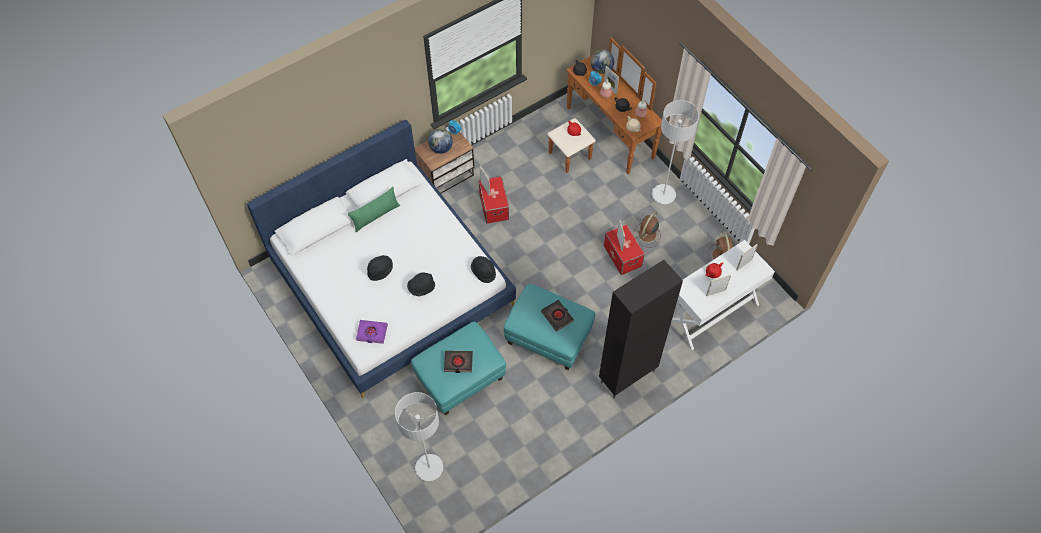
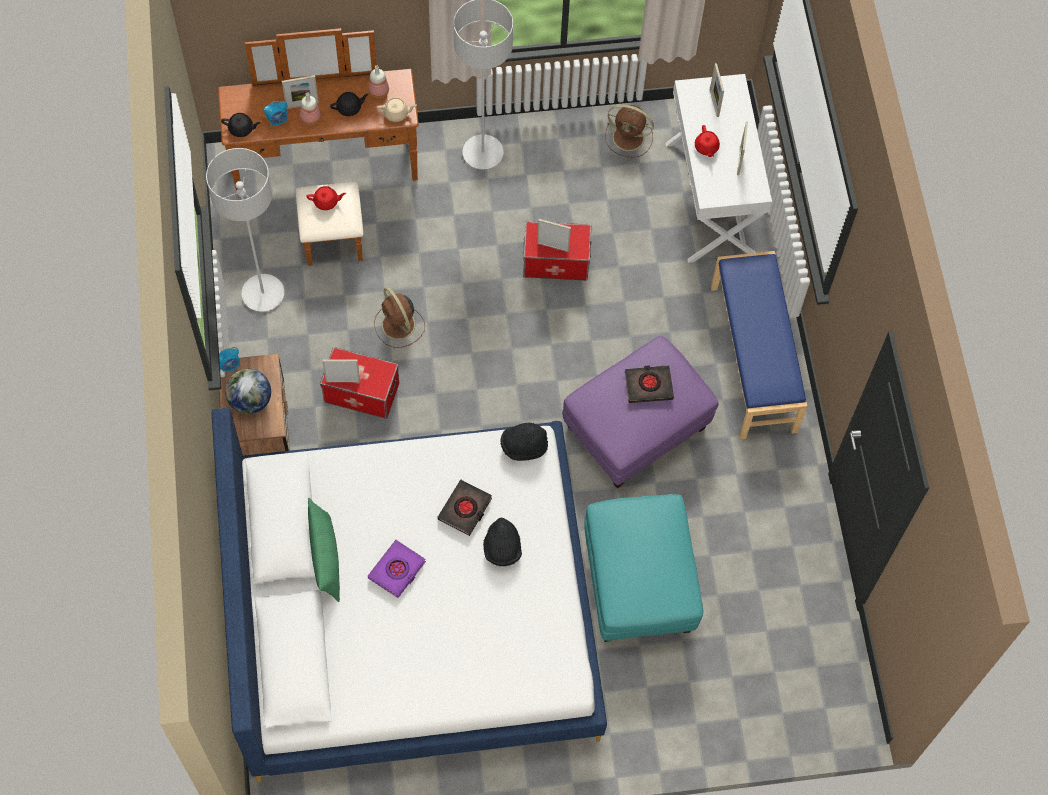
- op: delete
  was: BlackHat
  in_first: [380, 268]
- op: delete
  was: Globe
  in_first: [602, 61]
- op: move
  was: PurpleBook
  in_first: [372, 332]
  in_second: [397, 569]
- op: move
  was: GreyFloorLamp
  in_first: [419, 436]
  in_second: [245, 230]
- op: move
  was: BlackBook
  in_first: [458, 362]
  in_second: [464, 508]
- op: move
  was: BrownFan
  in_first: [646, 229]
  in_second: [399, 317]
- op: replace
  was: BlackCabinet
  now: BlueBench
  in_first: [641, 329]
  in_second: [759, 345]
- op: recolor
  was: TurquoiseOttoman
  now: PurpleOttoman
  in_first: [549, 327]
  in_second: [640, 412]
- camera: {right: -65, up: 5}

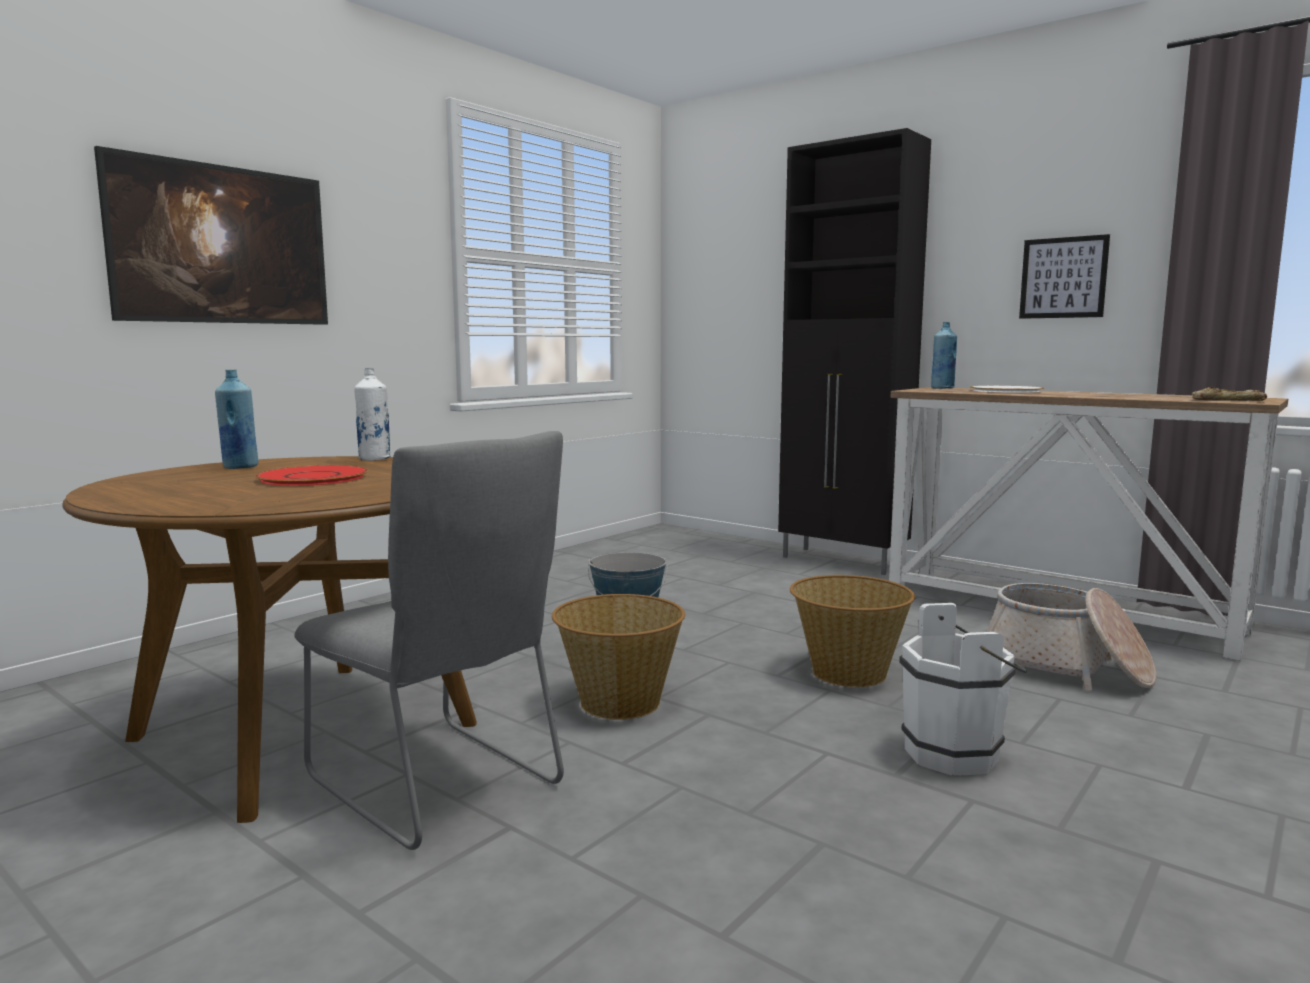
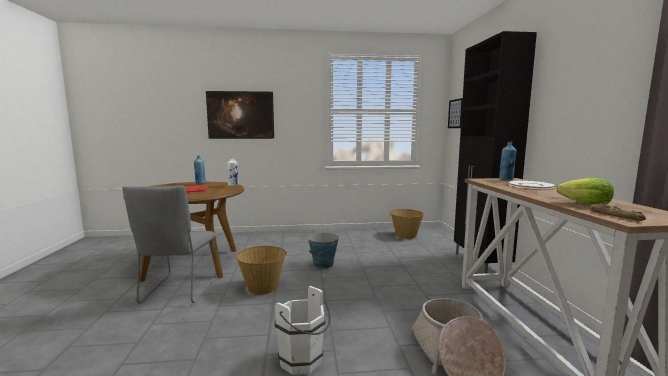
- op: insert
  now: Lettuce
  in_second: [585, 191]
- op: move
  was: Basket
  in_first: [852, 631]
  in_second: [407, 224]
- op: move
  was: Picture
  in_first: [1064, 276]
  in_second: [455, 113]
- camera: {right: 45, up: 0}

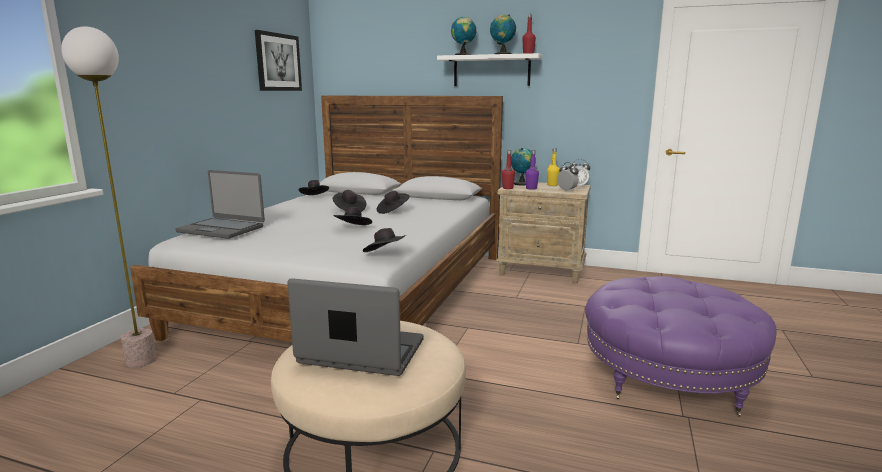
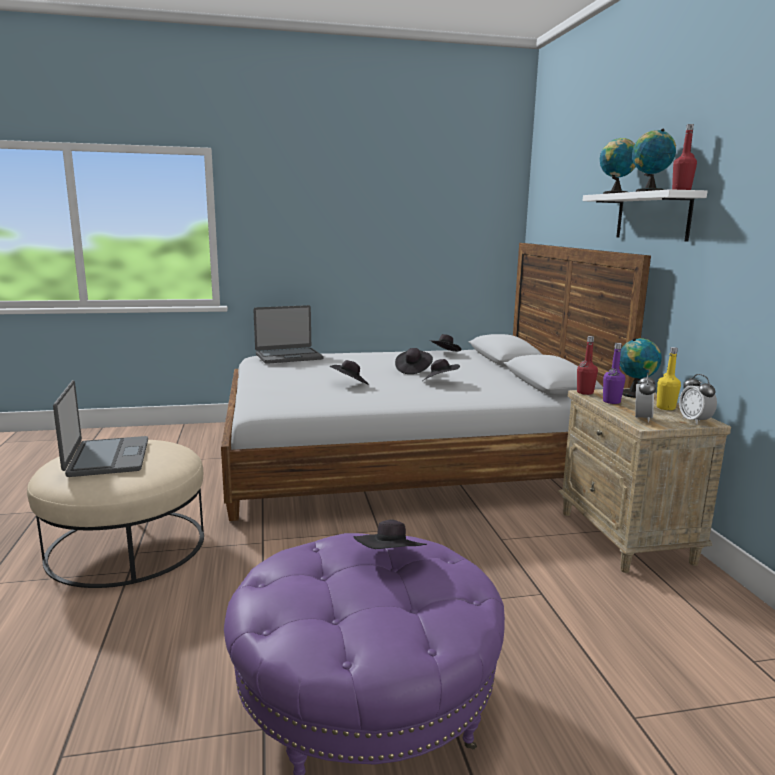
- op: delete
  was: FloorLamp
  in_first: [108, 197]
- op: delete
  was: Picture
  in_first: [278, 60]
- op: move
  was: BlackHat
  in_first: [384, 240]
  in_second: [390, 534]
- op: rotate
  was: Laptop
  in_first: [220, 204]
  in_second: [288, 334]
  clockwise: -105
- camera: {right: 60, up: 0}

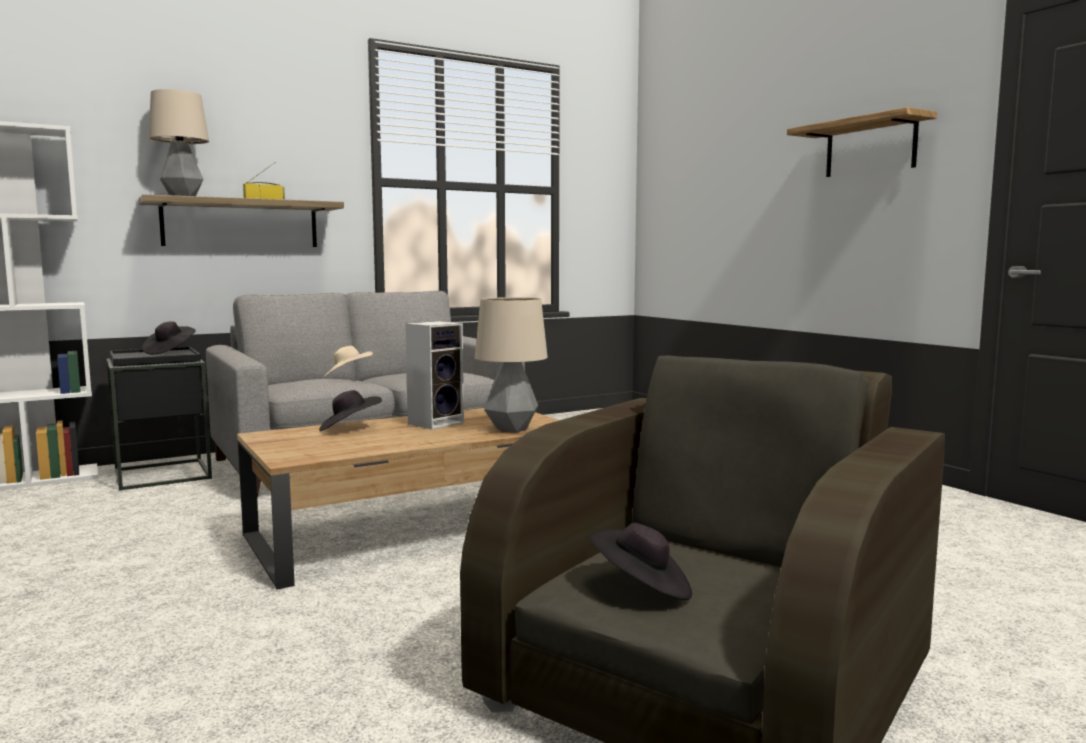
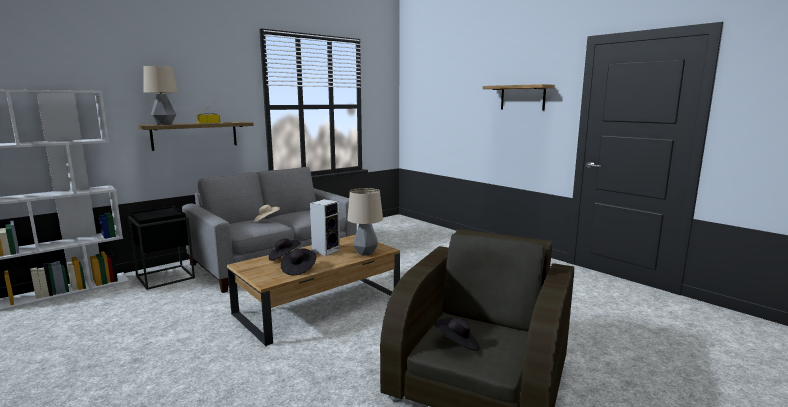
- op: move
  was: BlackHat
  in_first: [169, 337]
  in_second: [298, 261]
- camera: {right: -10, up: 5}

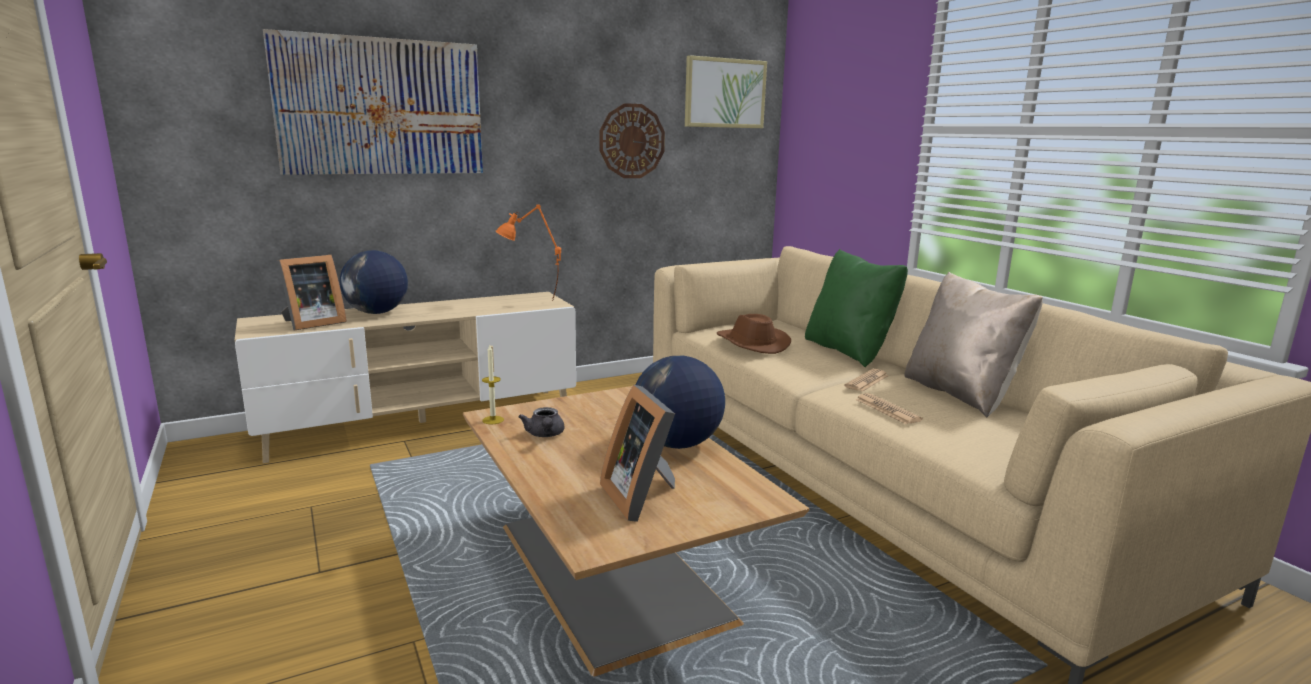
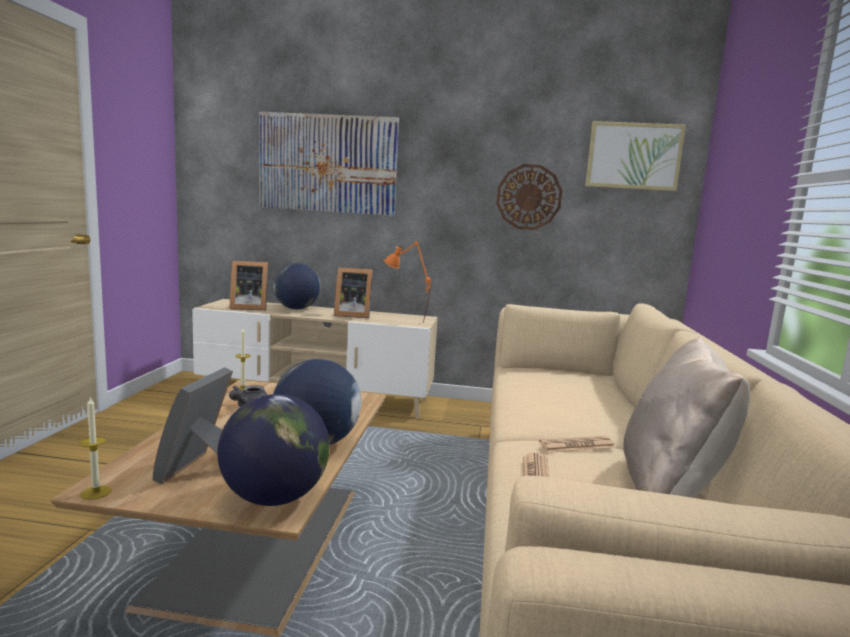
- op: delete
  was: BrownHat
  in_first: [754, 334]
- op: delete
  was: GreenPillow
  in_first: [856, 308]
- op: insert
  now: Candle
  in_second: [95, 448]
- op: insert
  now: Globe
  in_second: [273, 450]
- op: insert
  now: PictureFrame
  in_second: [353, 292]
- camera: {right: 35, up: -5}

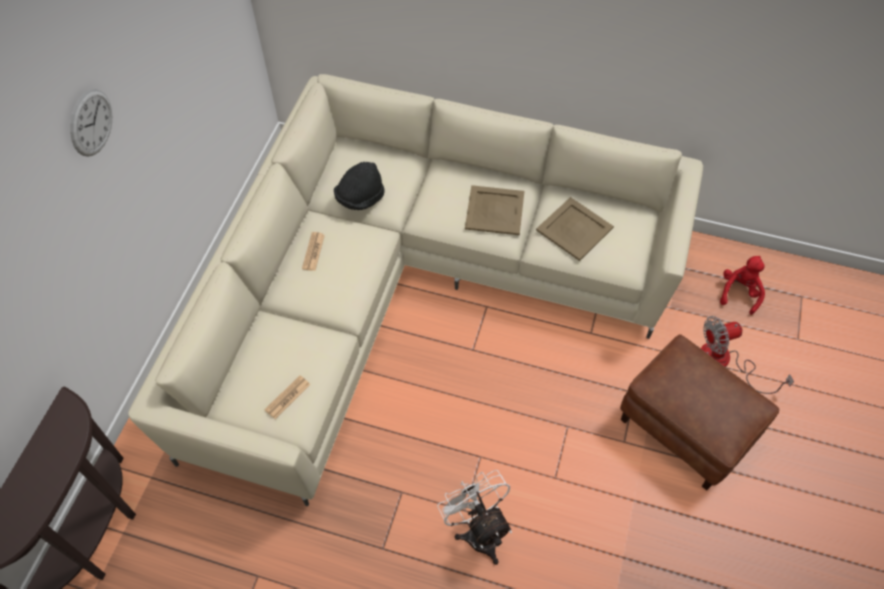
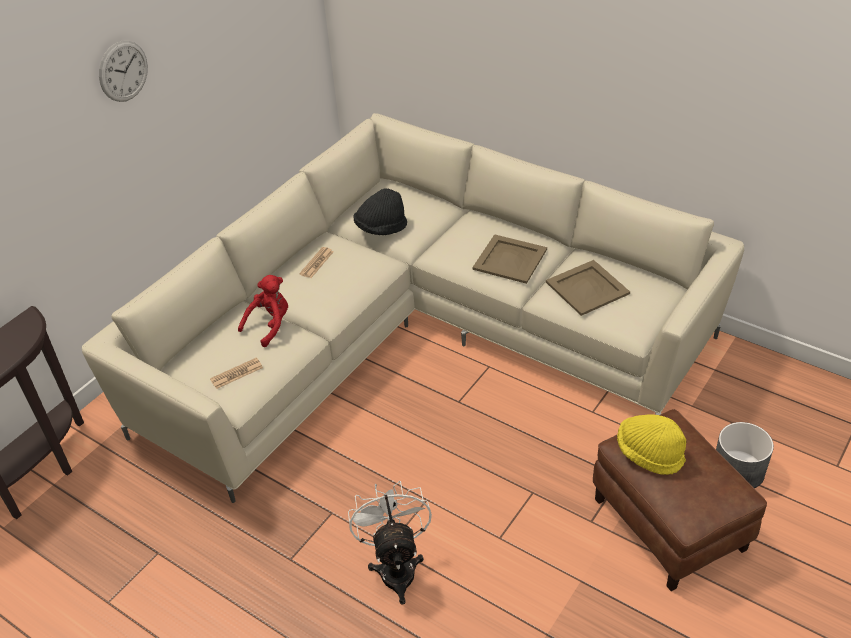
- op: insert
  now: YellowHat
  in_second: [651, 444]
- op: move
  was: RedPlushToy
  in_first: [742, 285]
  in_second: [263, 311]
- op: replace
  was: Fan
  now: GreyPlanter
  in_first: [747, 355]
  in_second: [745, 455]
- camera: {right: 20, up: -15}

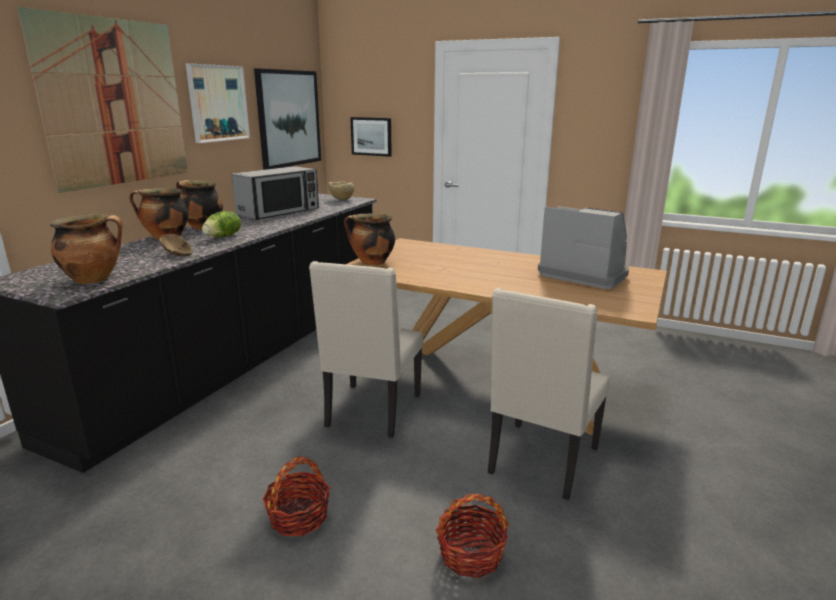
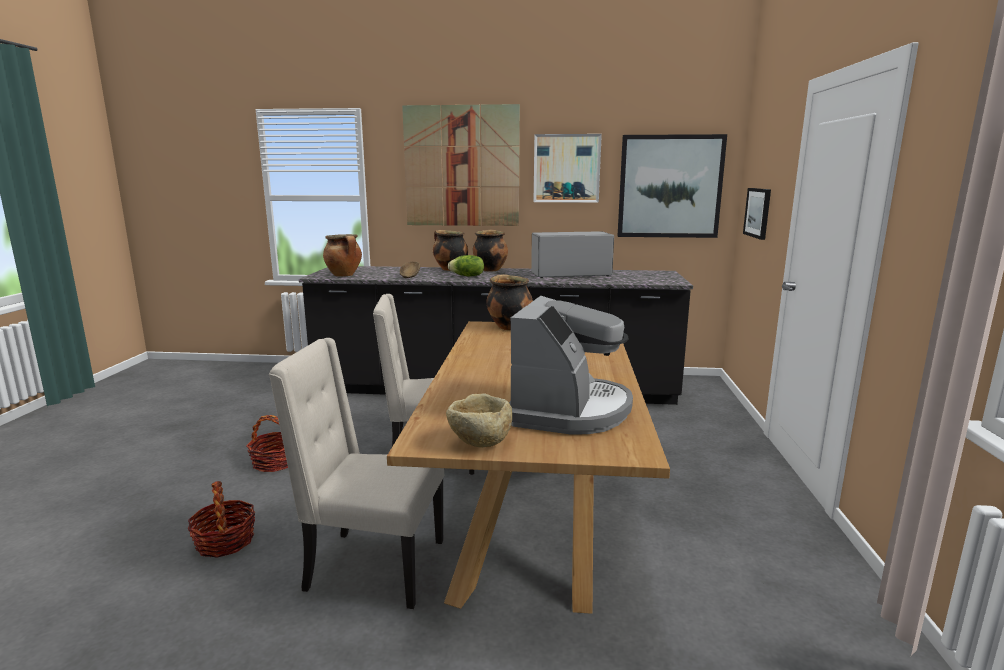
- op: move
  was: BeigeBowl
  in_first: [341, 190]
  in_second: [479, 421]
- op: rotate
  was: Microwave
  in_first: [275, 193]
  in_second: [572, 254]
  clockwise: 150
- camera: {right: 70, up: -5}

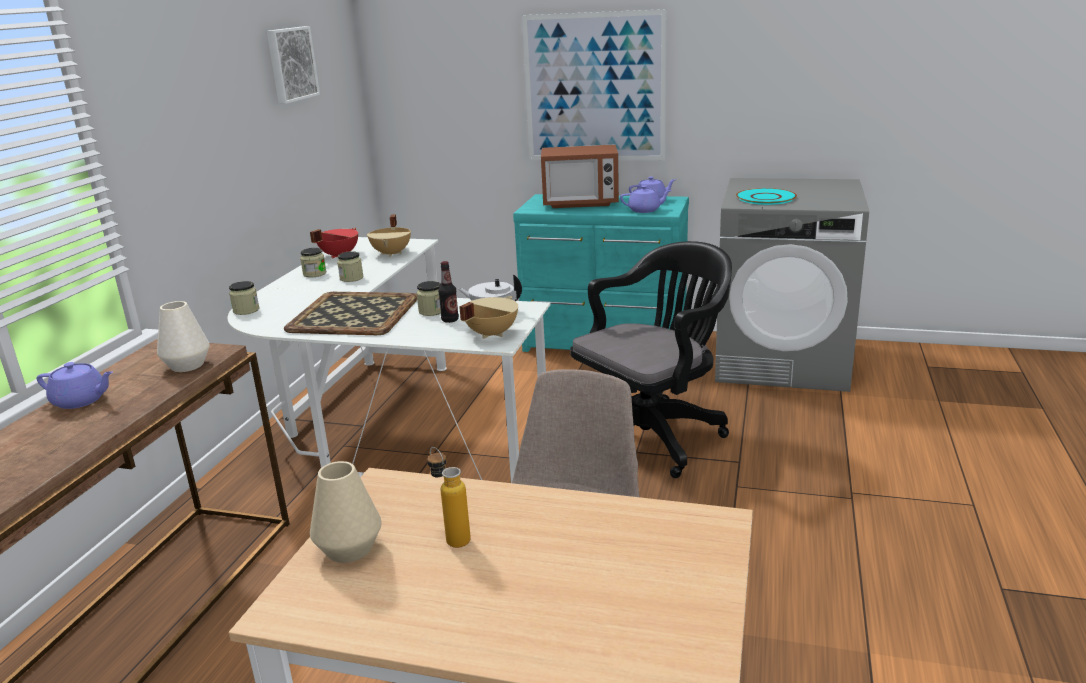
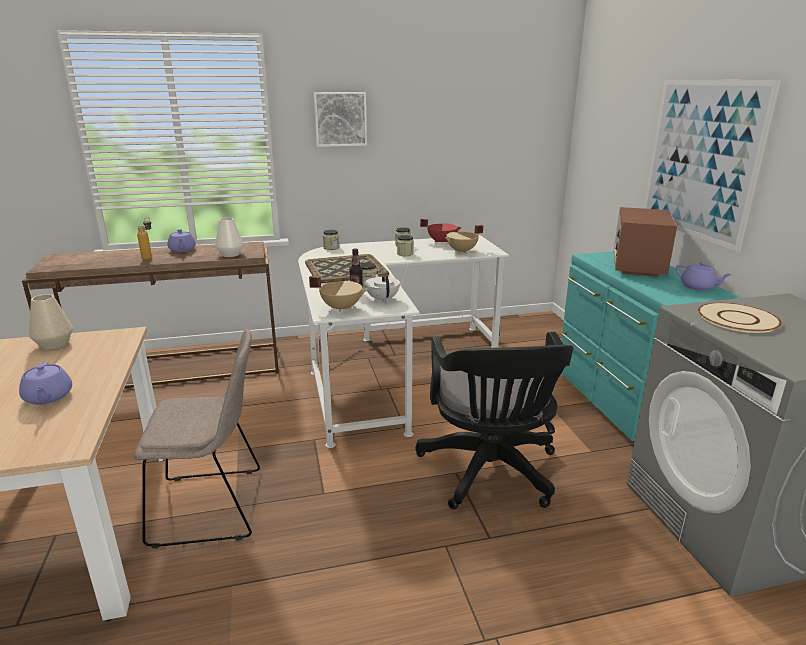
- op: move
  was: Picture
  in_first: [293, 65]
  in_second: [340, 119]
- op: move
  was: Bottle
  in_first: [449, 497]
  in_second: [144, 238]
- op: move
  was: PurpleTeapot
  in_first: [646, 199]
  in_second: [45, 383]
- op: recolor
  was: TurquoisePlate
  now: BeigePlate
  in_first: [766, 196]
  in_second: [740, 317]
- op: rotate
  was: Microwave
  in_first: [580, 176]
  in_second: [645, 242]
  clockwise: 45
- op: rotate
  was: BlackOfficeChair
  in_first: [651, 359]
  in_second: [494, 420]
  clockwise: 60
- camera: {right: 60, up: 0}

